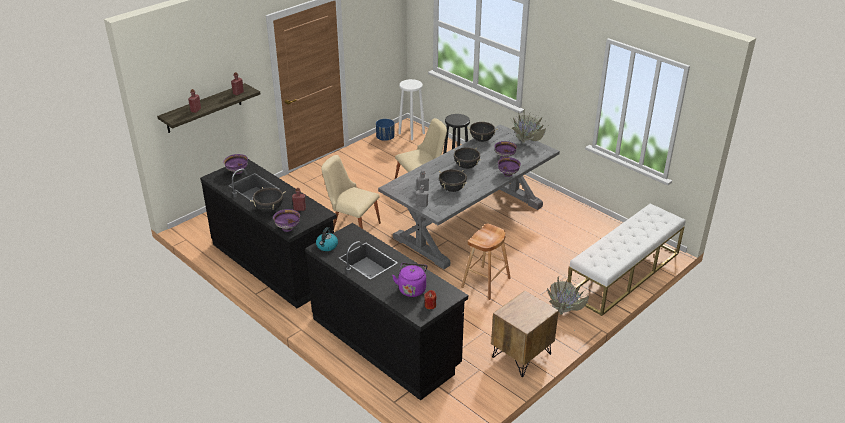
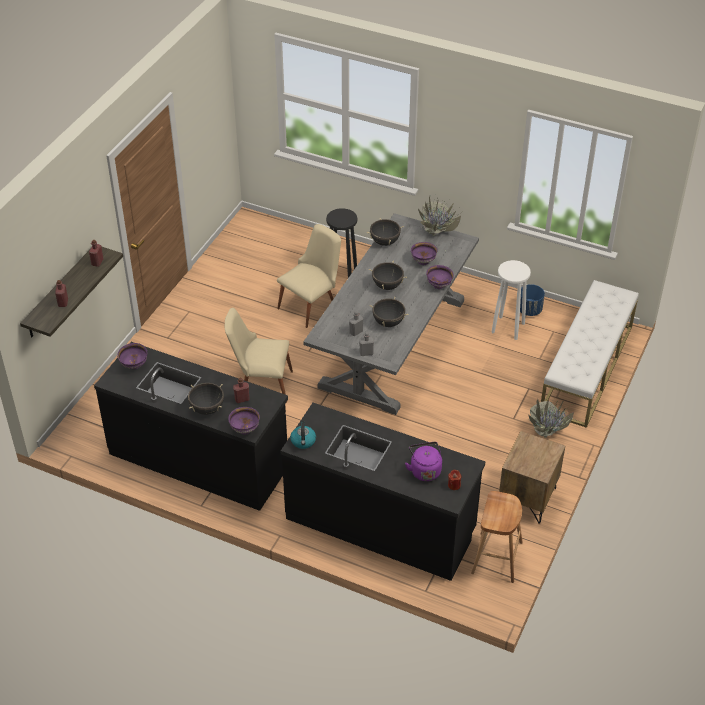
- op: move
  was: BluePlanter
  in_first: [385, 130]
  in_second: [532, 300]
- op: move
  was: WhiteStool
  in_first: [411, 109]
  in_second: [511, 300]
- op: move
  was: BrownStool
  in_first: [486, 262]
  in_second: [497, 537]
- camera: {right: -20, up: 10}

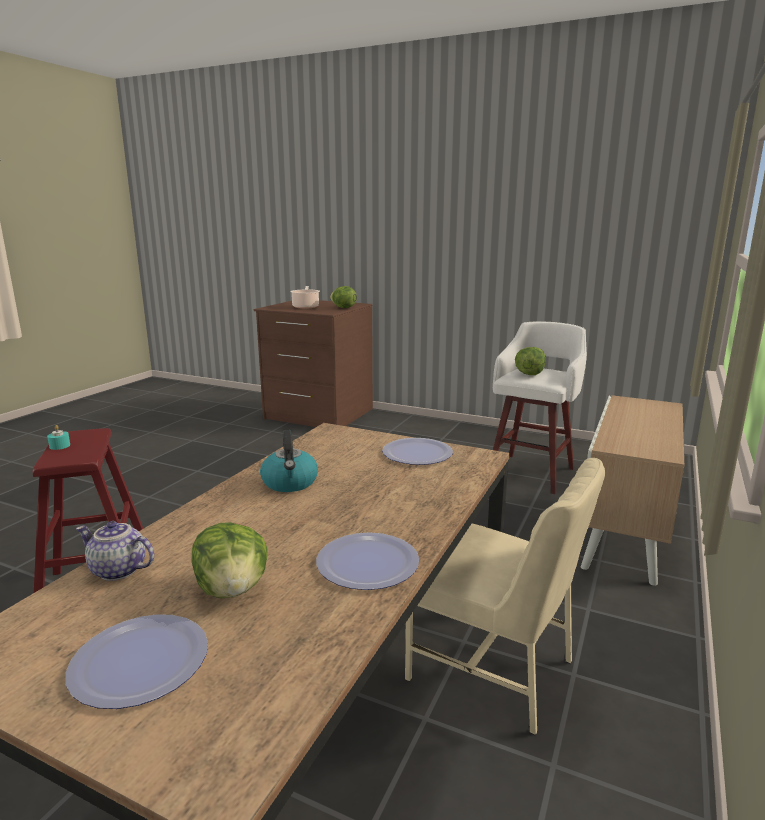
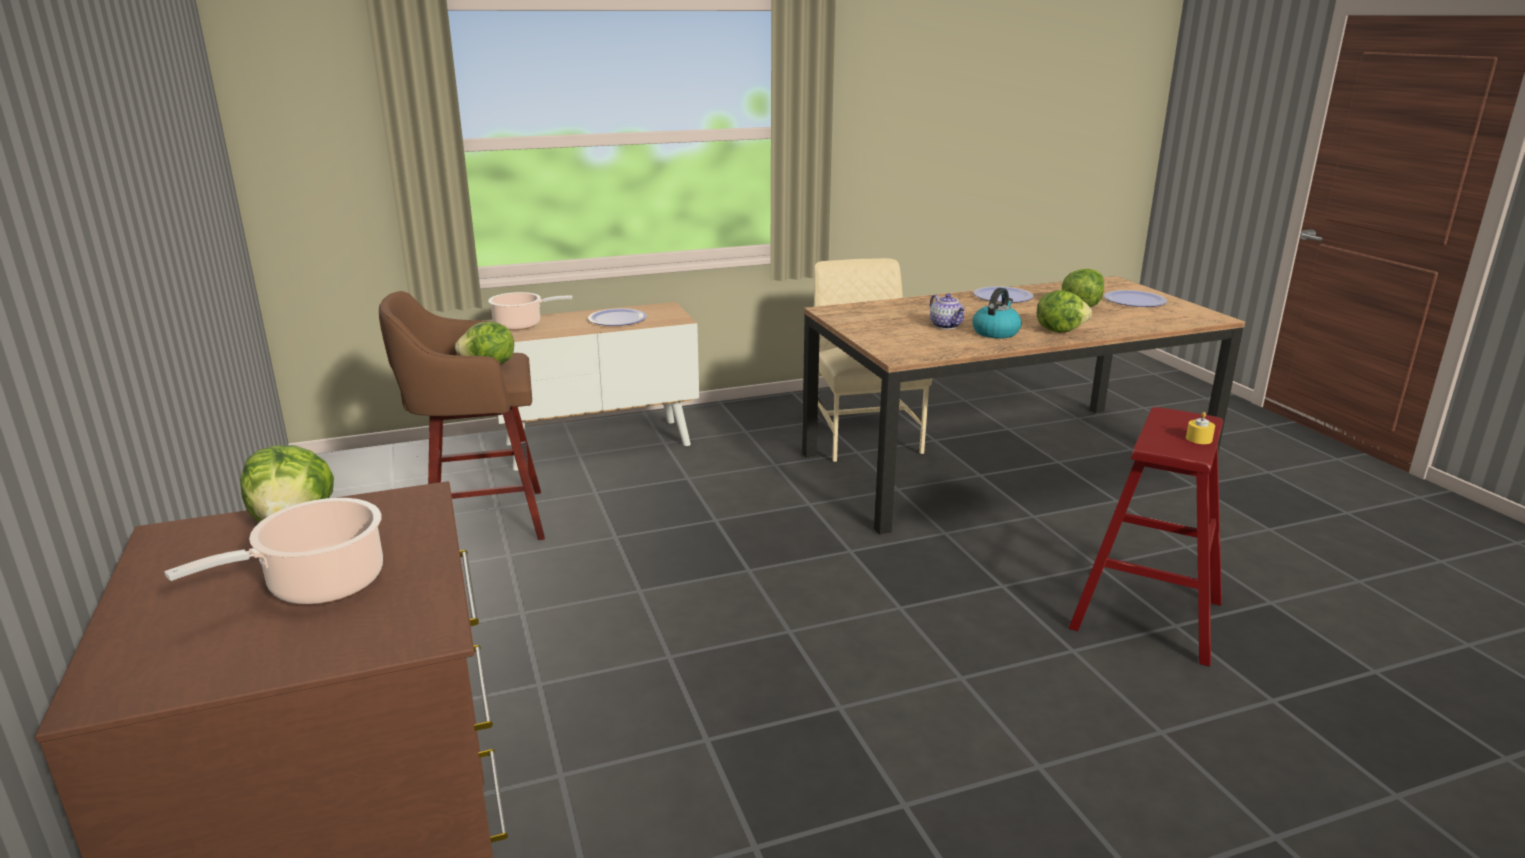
- op: insert
  now: CookingPot
  in_second: [530, 311]
- op: insert
  now: Lettuce
  in_second: [1064, 311]
- op: move
  was: Teapot
  in_first: [115, 551]
  in_second: [948, 311]
- op: move
  was: Plate
  in_first: [417, 451]
  in_second: [617, 317]
- op: recolor
  was: TurquoiseCandle
  now: YellowCandle
  in_first: [58, 437]
  in_second: [1200, 428]
- op: recolor
  was: WhiteStool
  now: BrownStool
  in_first: [540, 407]
  in_second: [462, 415]
- camera: {right: -135, up: 5}

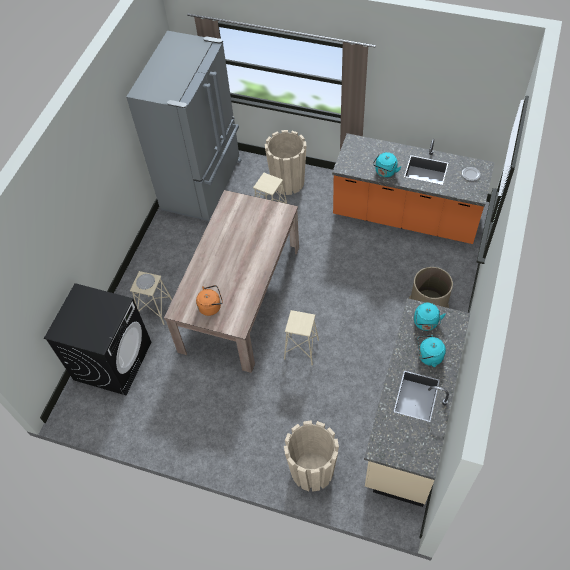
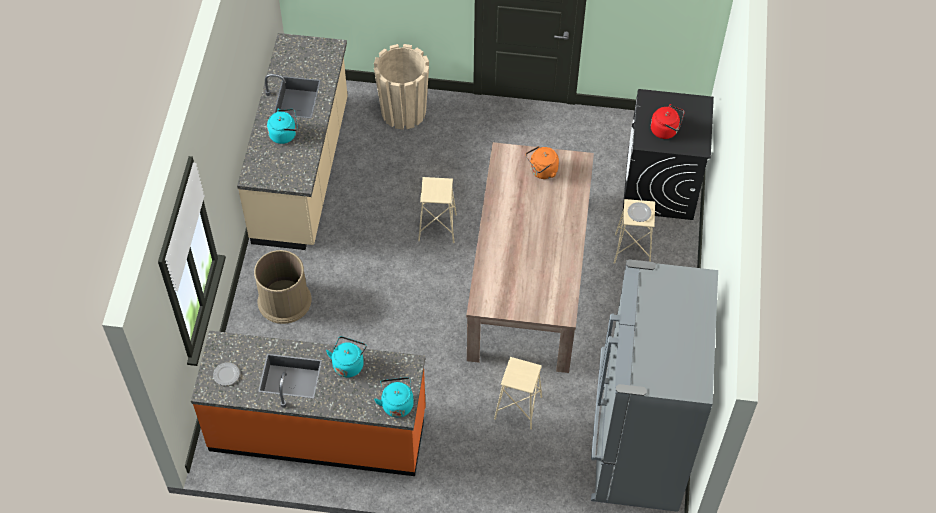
- op: delete
  was: BeigePlanter
  in_first: [285, 162]
- op: insert
  now: RedKettle
  in_second: [668, 121]
- op: move
  was: TurquoiseKettle
  in_first: [430, 317]
  in_second: [394, 397]
- camera: {right: 165, up: 0}

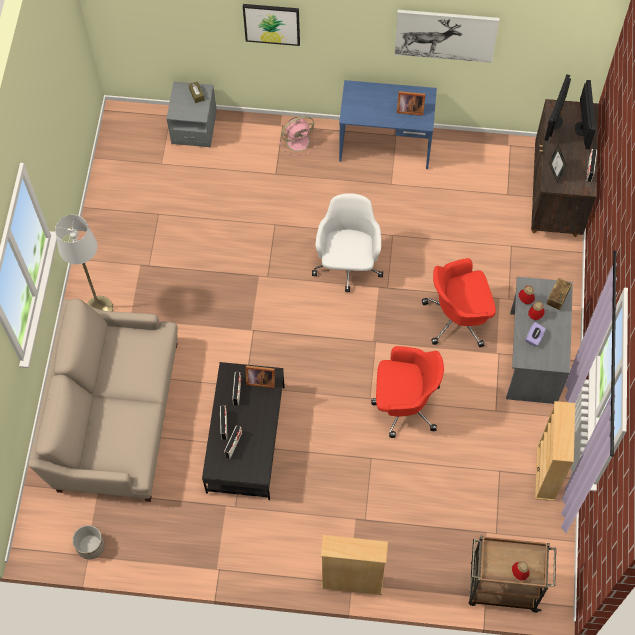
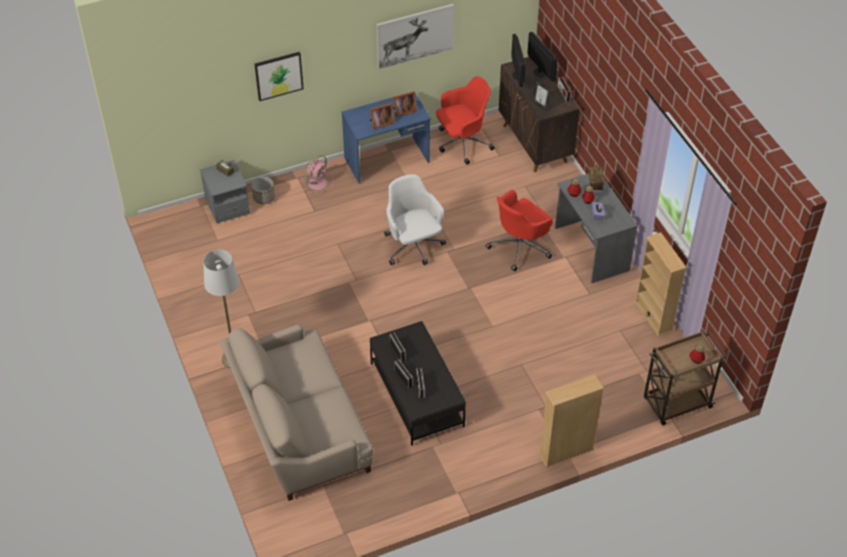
- op: move
  was: Planter
  in_first: [88, 542]
  in_second: [263, 190]
- op: move
  was: PictureFrame
  in_first: [260, 376]
  in_second: [382, 116]
- op: move
  was: RedOfficeChair
  in_first: [407, 392]
  in_second: [465, 120]
- camera: {right: -30, up: -15}

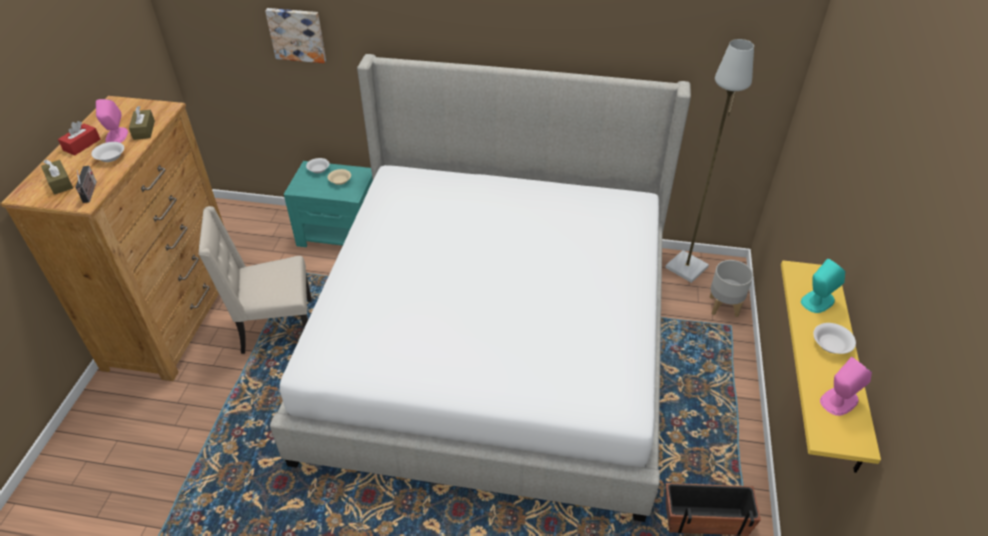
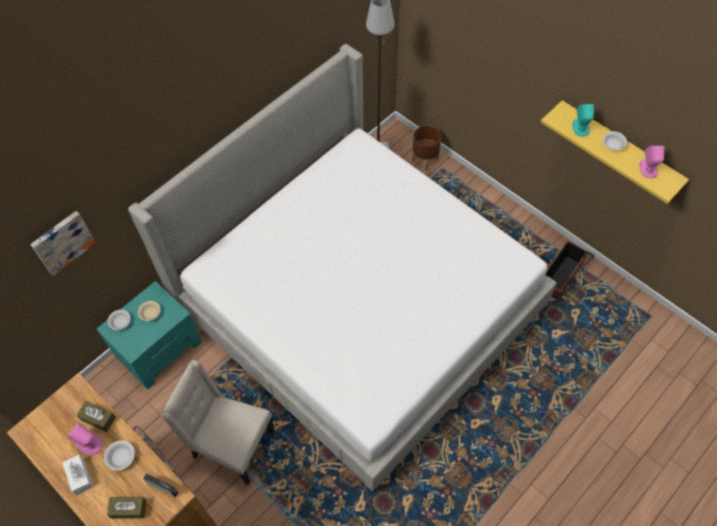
- op: recolor
  was: RedTissueBox
  now: WhiteTissueBox
  in_first: [79, 138]
  in_second: [77, 475]
- op: recolor
  was: GreyPlanter
  now: BrownPlanter
  in_first: [731, 288]
  in_second: [426, 147]
- op: rotate
  was: BeigeChair
  in_first: [255, 280]
  in_second: [218, 422]
  clockwise: 90
- camera: {right: -55, up: 15}

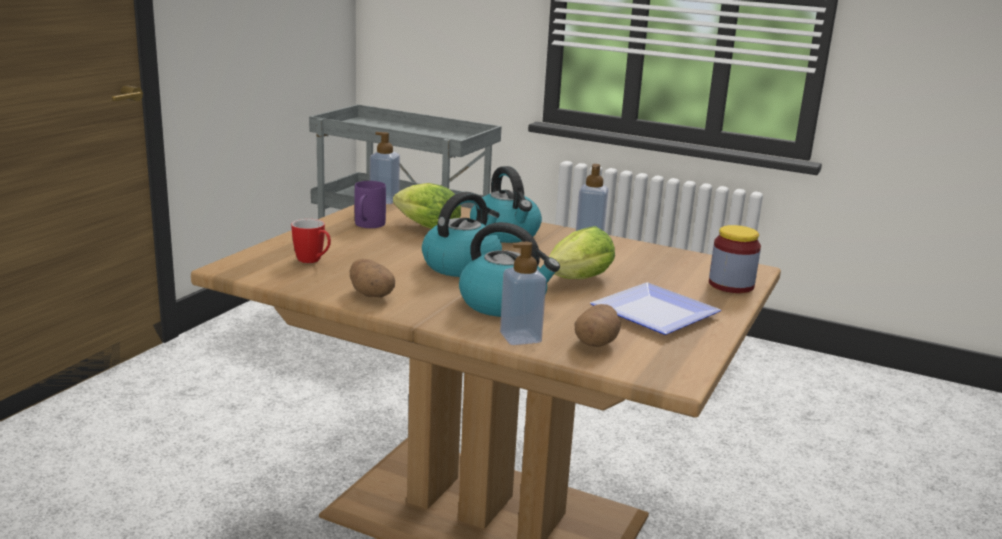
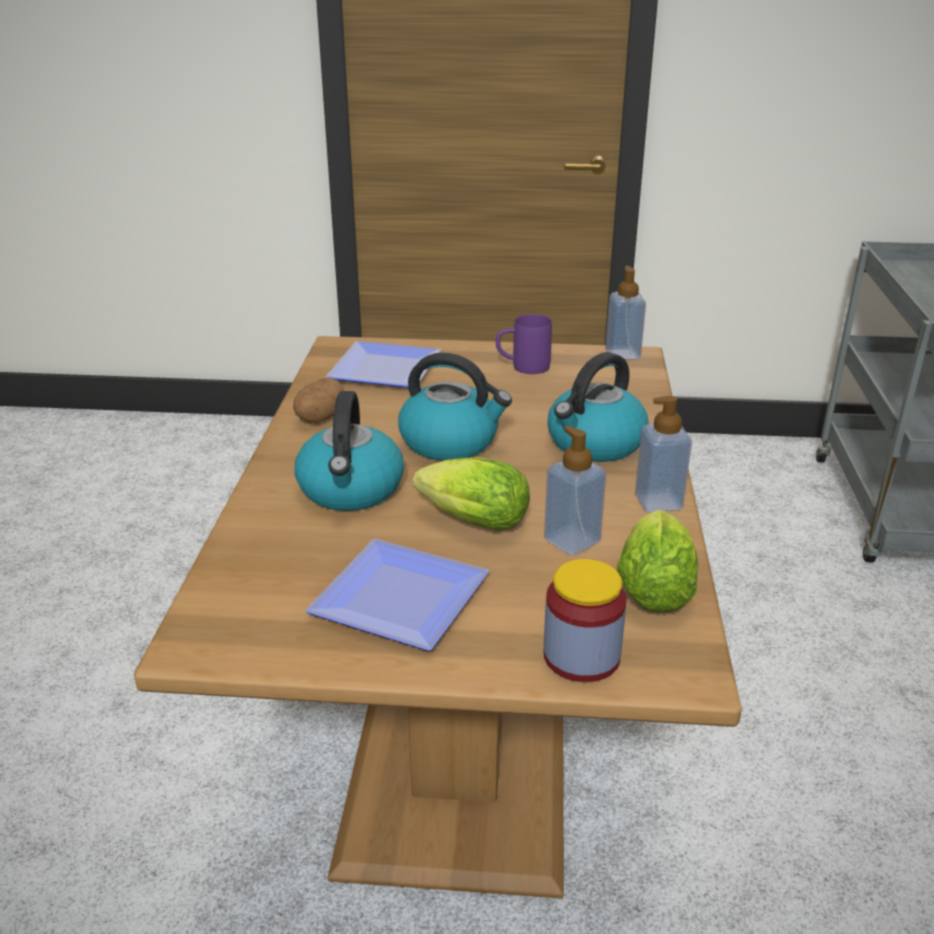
- op: delete
  was: Potato
  in_first: [598, 325]
- op: move
  was: Lettuce
  in_first: [427, 206]
  in_second: [657, 561]
- op: move
  was: SoapDispenser
  in_first: [523, 293]
  in_second: [575, 491]
- op: replace
  was: Mug
  now: Plate
  in_first: [311, 241]
  in_second: [382, 364]
- camera: {right: 70, up: 10}

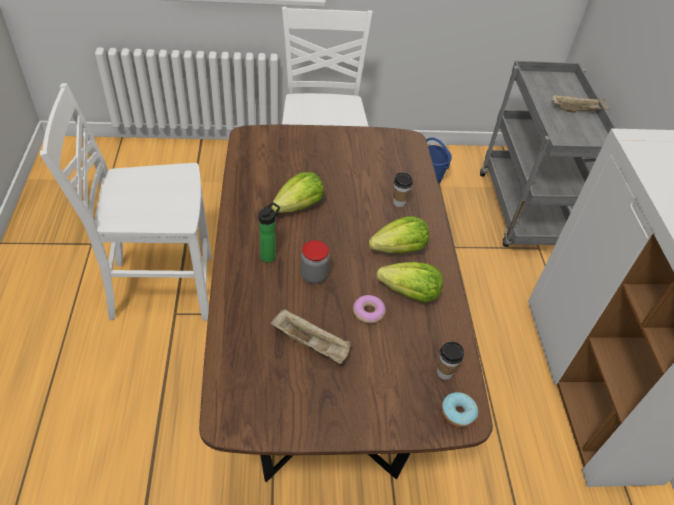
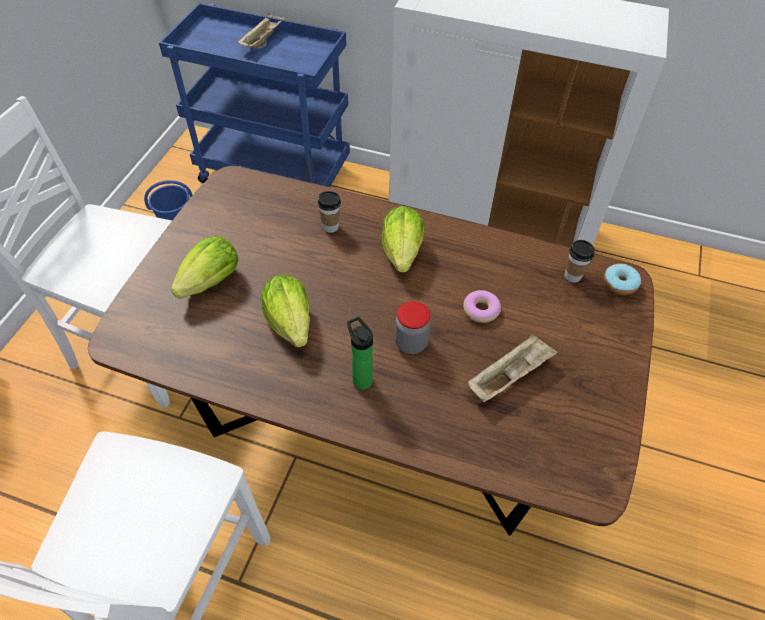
- op: move
  was: Lettuce
  in_first: [409, 282]
  in_second: [205, 267]
- op: recolor
  was: GreyCart
  now: BlueCart
  in_first: [548, 154]
  in_second: [254, 95]
- camera: {right: -65, up: 5}

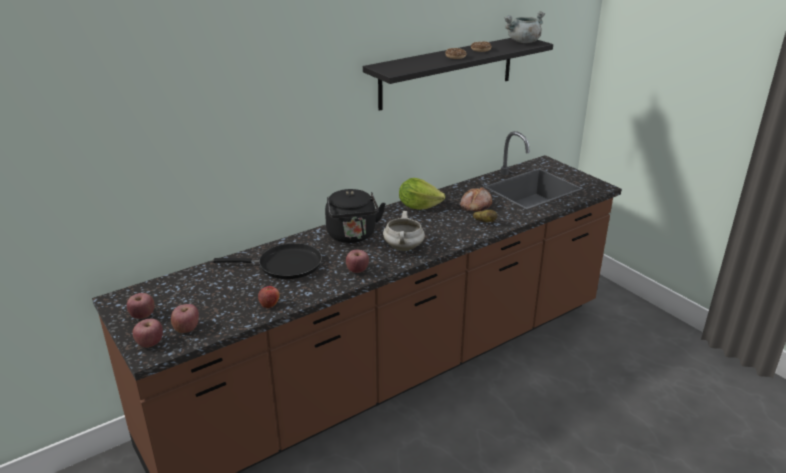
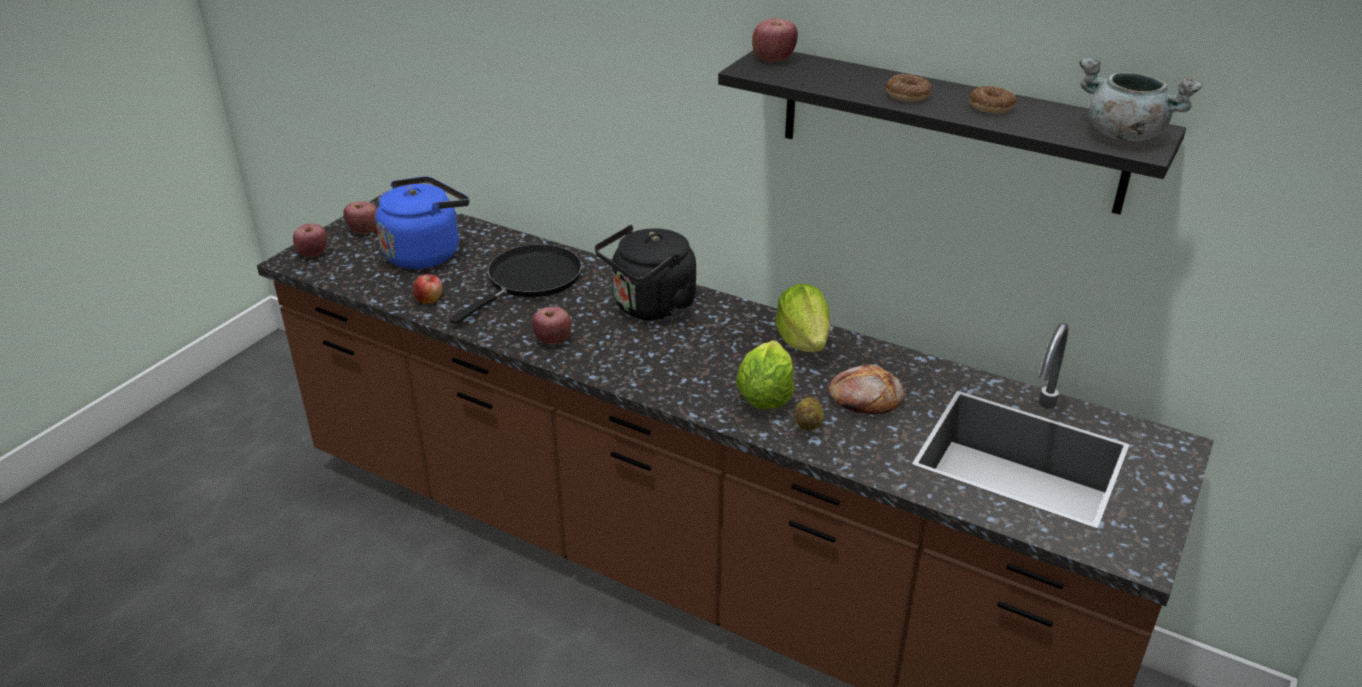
- op: delete
  was: WhiteCookingPot
  in_first: [404, 231]
- op: insert
  now: BlueKettle
  in_second: [422, 222]
- op: insert
  now: Lettuce
  in_second: [765, 374]
- op: move
  was: Apple
  in_first: [185, 318]
  in_second: [775, 40]
- op: rotate
  was: BlackFryingPan
  in_first: [267, 261]
  in_second: [516, 284]
  clockwise: -120
- camera: {right: 65, up: 5}

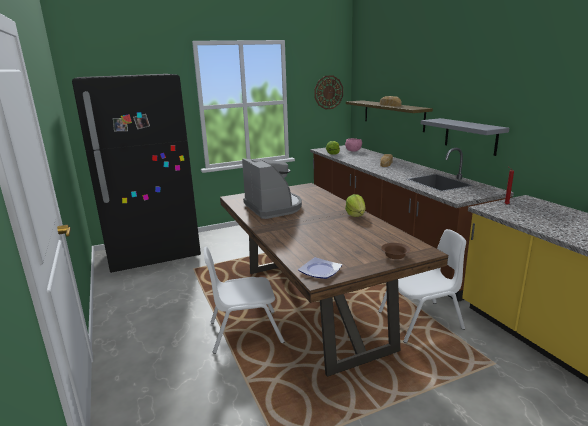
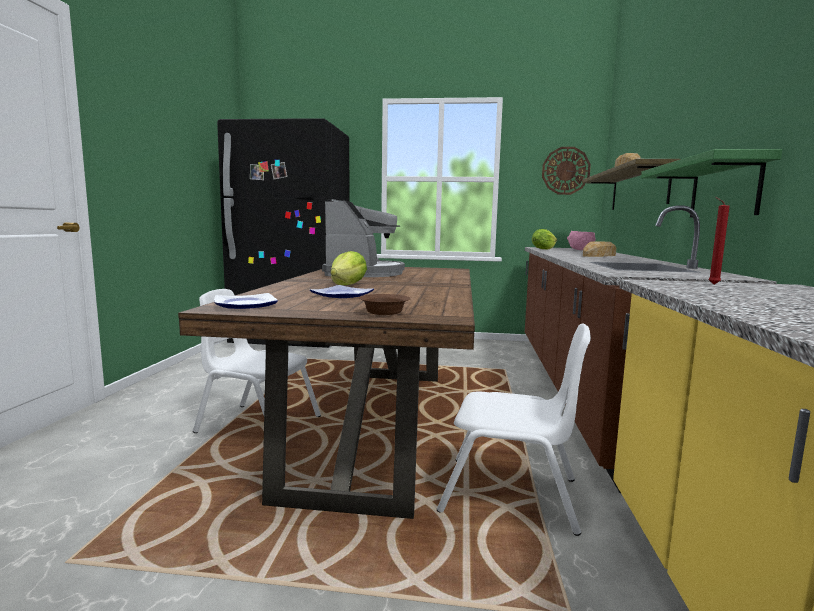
- op: insert
  now: Plate
  in_second: [342, 291]
- op: move
  was: Lettuce
  in_first: [355, 205]
  in_second: [349, 268]
- op: recolor
  was: GreyShelf
  now: GreenShelf
  in_first: [465, 137]
  in_second: [711, 183]
- camera: {right: 30, up: -10}

